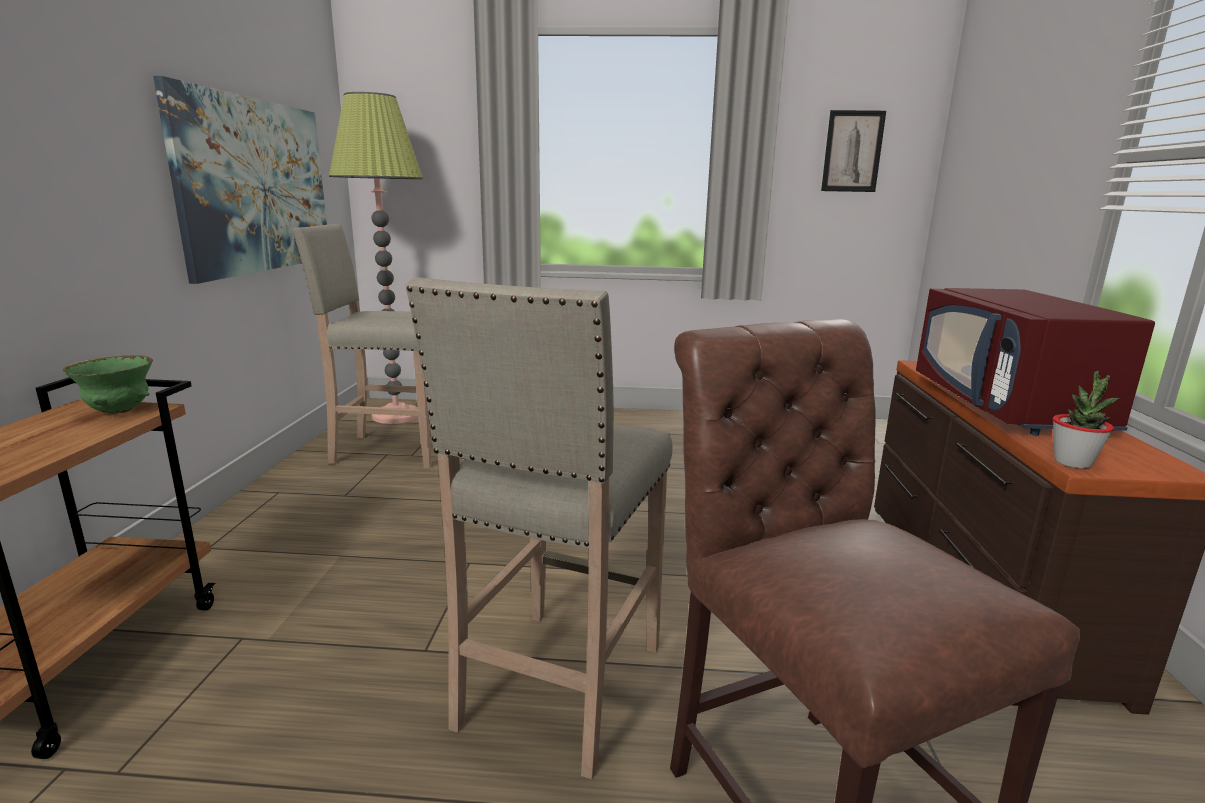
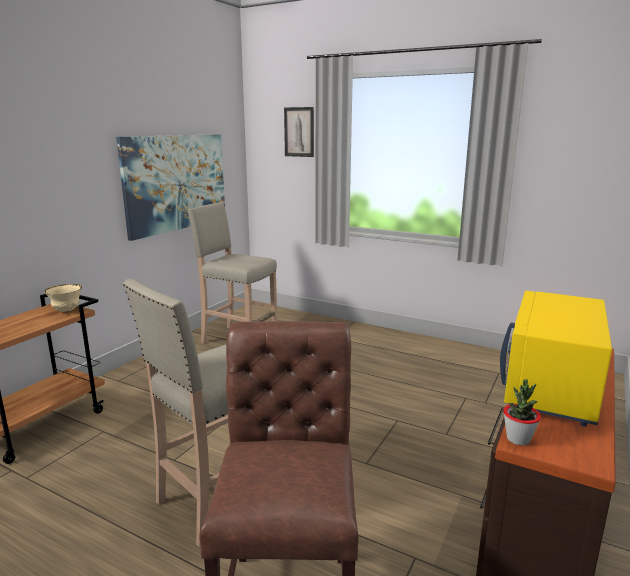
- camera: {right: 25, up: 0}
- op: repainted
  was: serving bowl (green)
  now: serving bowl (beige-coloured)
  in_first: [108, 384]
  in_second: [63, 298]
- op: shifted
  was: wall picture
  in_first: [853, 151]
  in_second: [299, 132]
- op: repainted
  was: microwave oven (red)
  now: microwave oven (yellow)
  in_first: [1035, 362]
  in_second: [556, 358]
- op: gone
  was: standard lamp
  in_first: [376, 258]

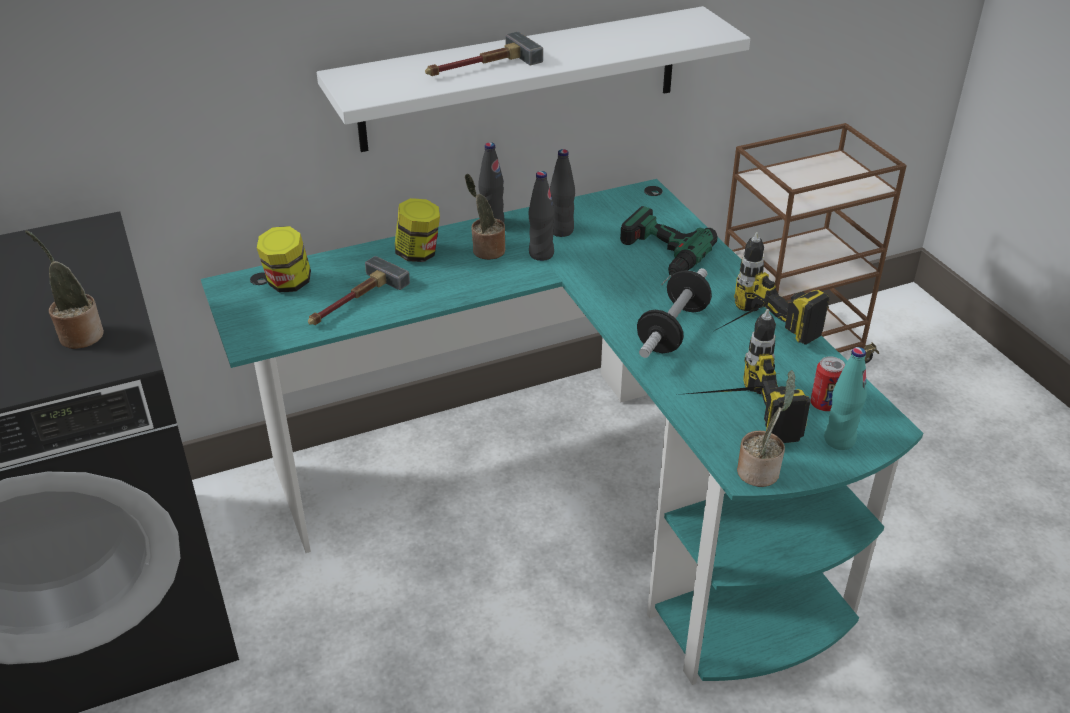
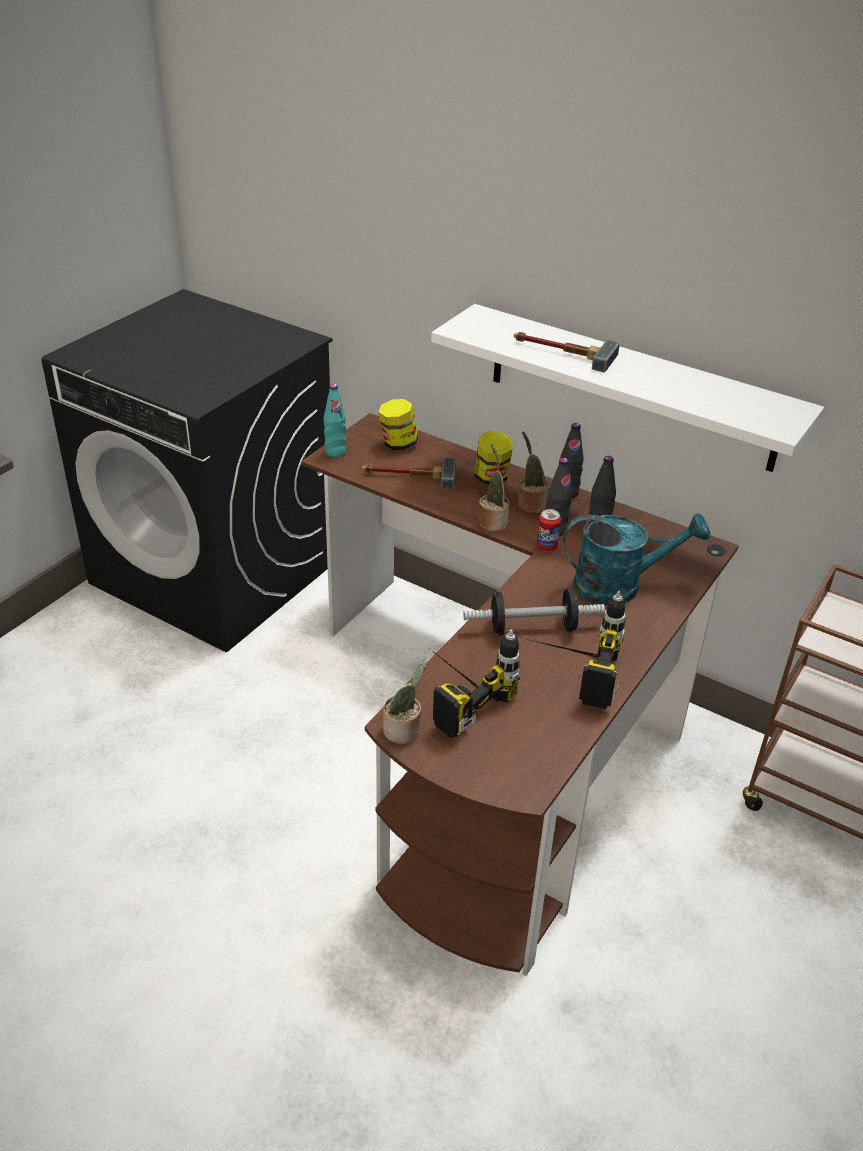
- camera: {right: 55, up: 0}
- op: repainted
  was: desk table (blue-green)
  now: desk table (brown)
  in_first: [562, 432]
  in_second: [520, 694]
- op: shifted
  was: drink bottle (blue-green)
  in_first: [845, 398]
  in_second: [335, 421]
- op: shifted
  was: plant in a pot
  in_first: [64, 289]
  in_second: [494, 488]
- op: shifted
  was: metal can
  in_first: [827, 383]
  in_second: [548, 530]
- op: swapped
  was: electric drill
  now: sprinkling can (blue-green)
  in_first: [669, 245]
  in_second: [636, 559]

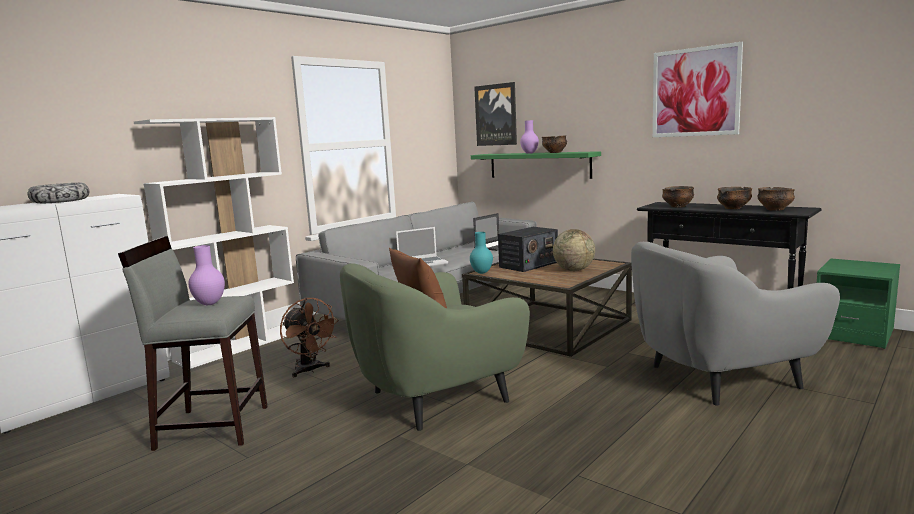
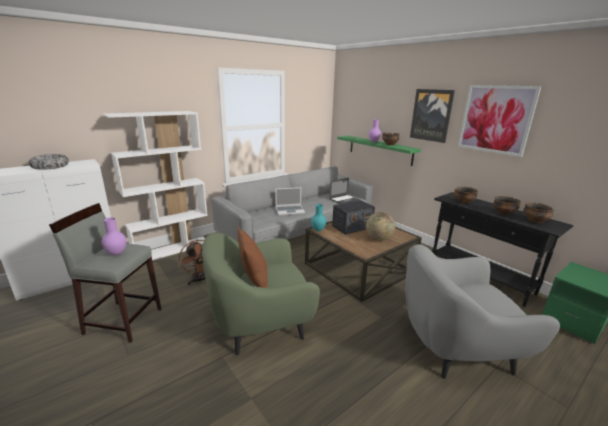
- camera: {right: 10, up: 10}
- op: shifted
  was: wall picture
  in_first: [495, 114]
  in_second: [432, 116]

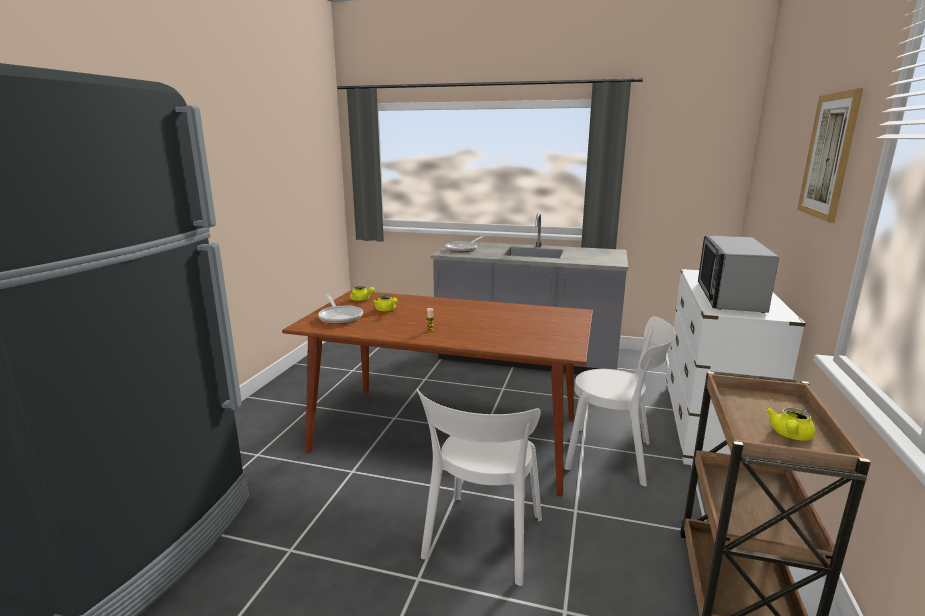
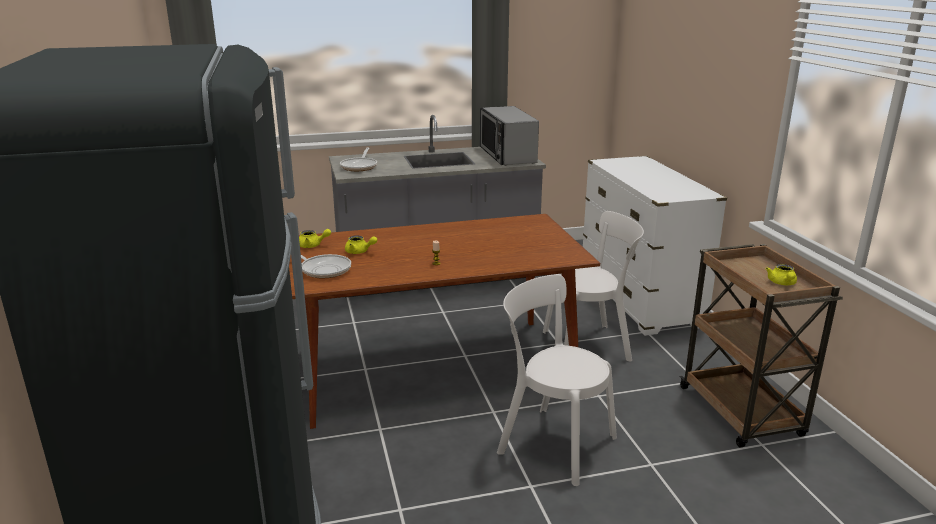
- camera: {right: -30, up: 5}
- op: shifted
  was: microwave oven
  in_first: [738, 274]
  in_second: [509, 136]
- op: rotated
  was: chair (white-coloured)
  in_first: [479, 487]
  in_second: [557, 380]
  clockwise: 135
- op: gone
  was: wall picture
  in_first: [830, 155]

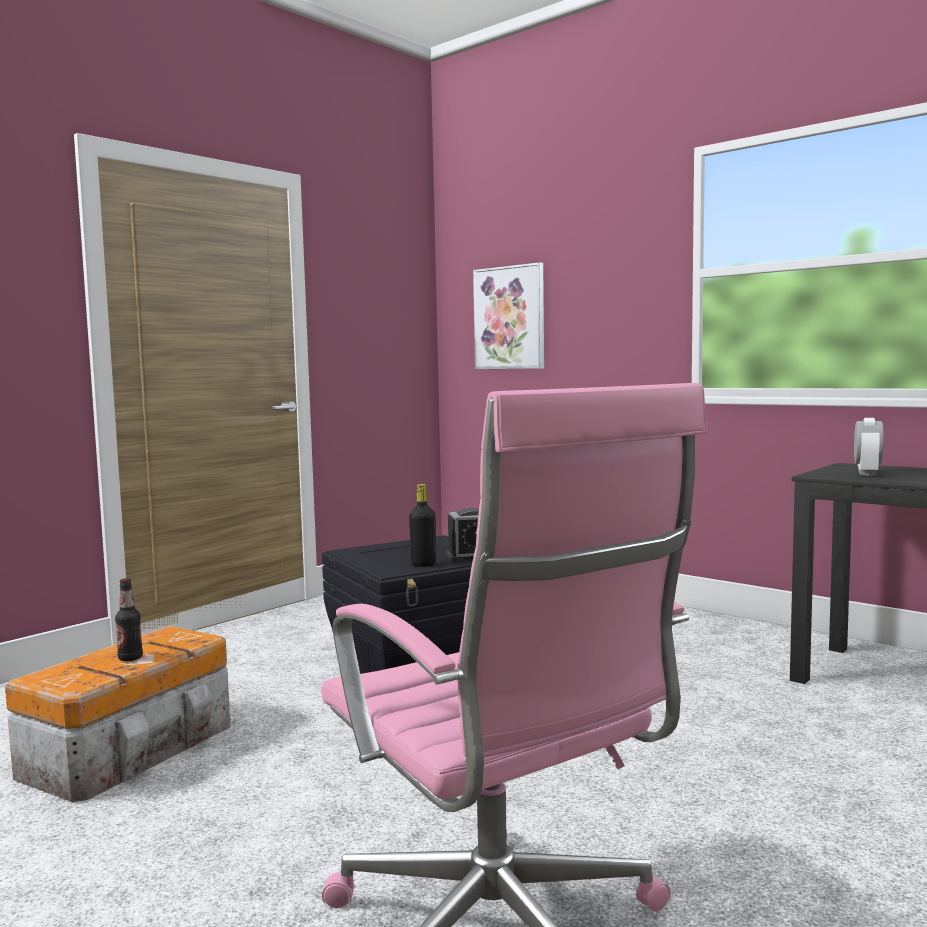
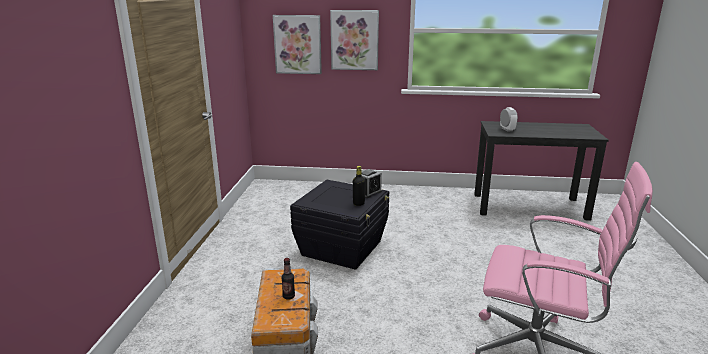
- camera: {right: -35, up: 15}
- op: new
  now: wall picture
  in_second: [354, 40]

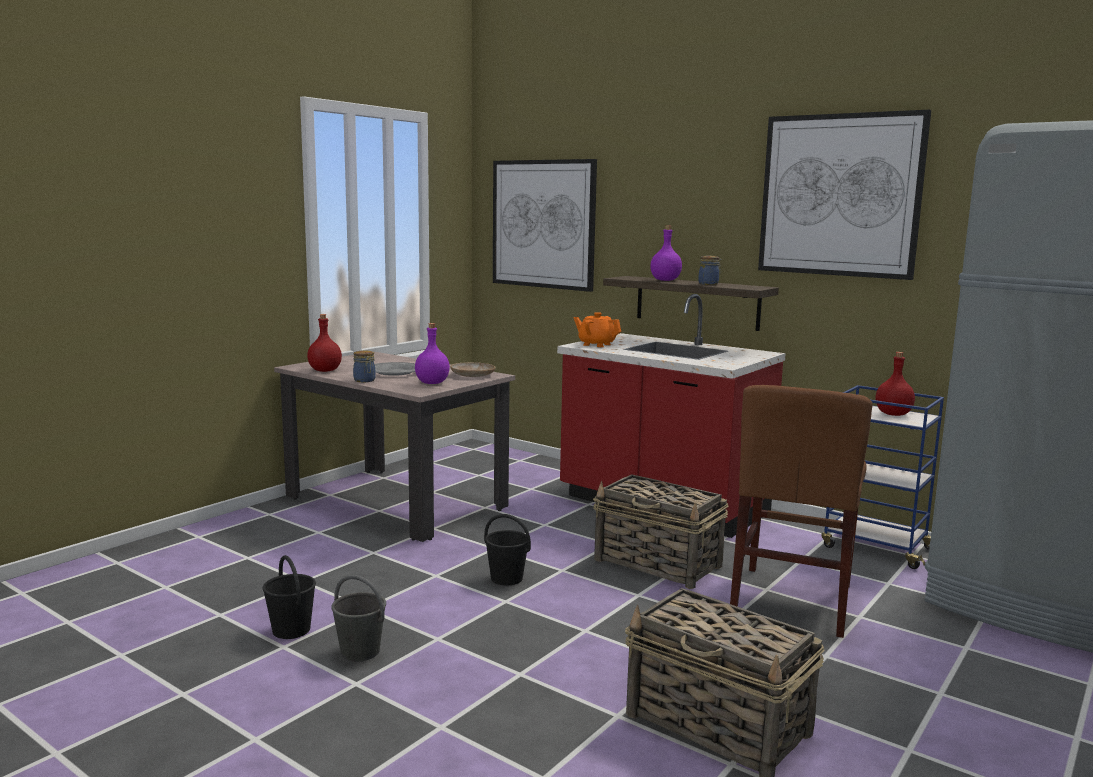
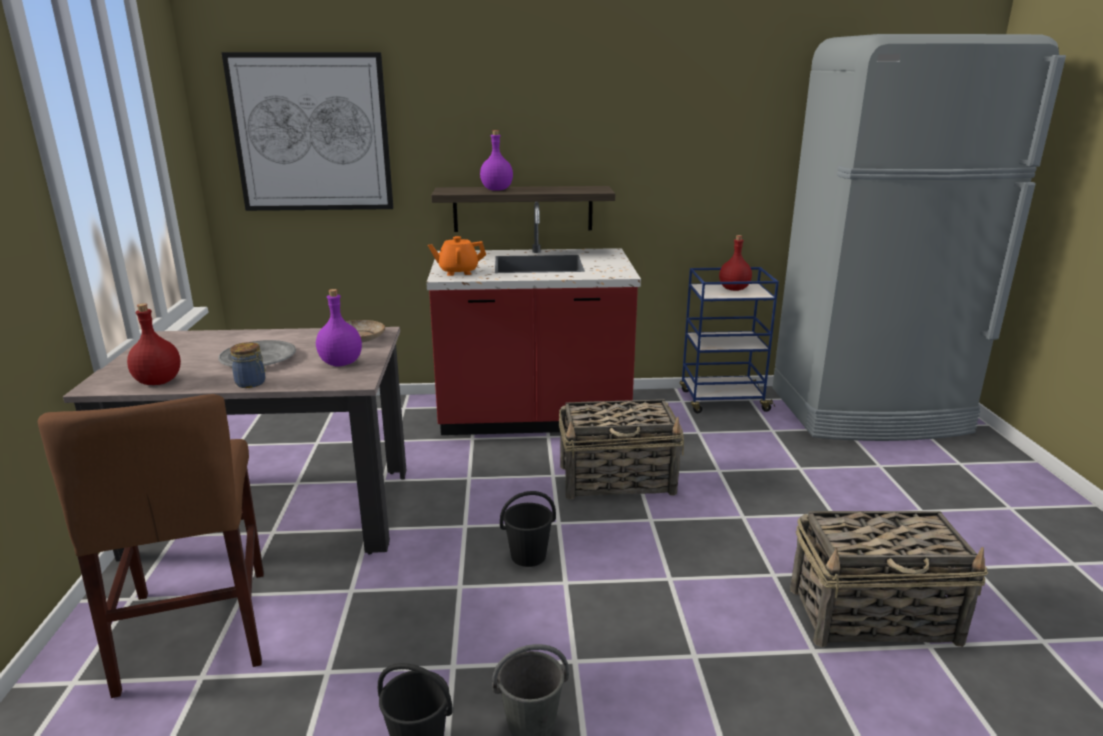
- camera: {right: -40, up: 10}
- op: shifted
  was: chair (brown)
  in_first: [801, 511]
  in_second: [151, 546]
- op: gone
  was: preserve jar
  in_first: [709, 270]
- op: gone
  was: wall picture
  in_first: [844, 194]

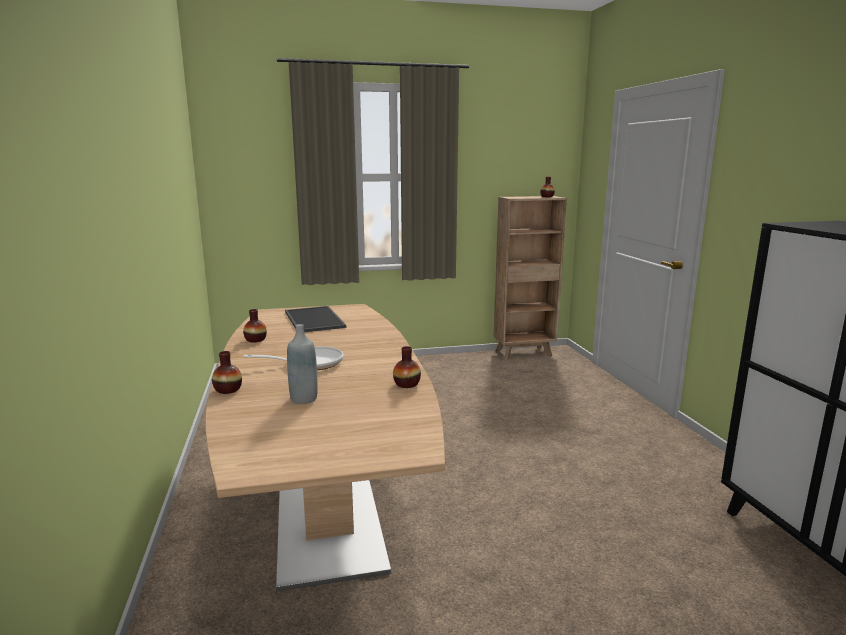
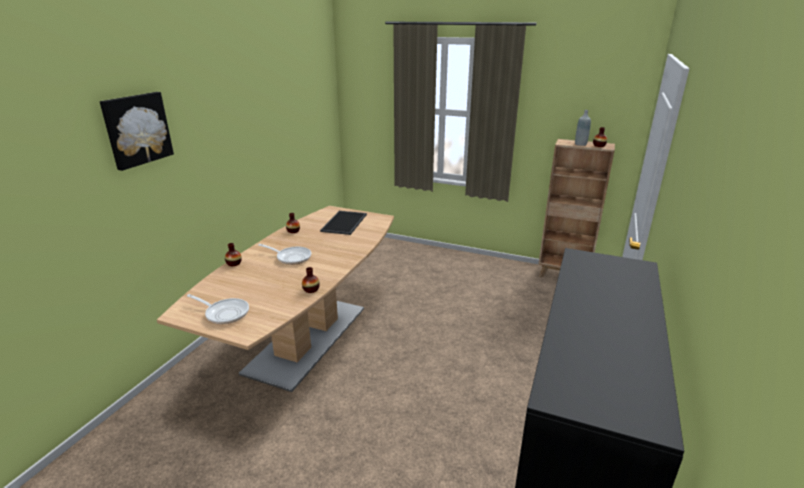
- camera: {right: 35, up: 10}
- op: new
  now: wall picture
  in_second: [137, 131]
- op: new
  now: pan
  in_second: [218, 309]
- op: shifted
  was: drink bottle (greyish)
  in_first: [302, 364]
  in_second: [583, 128]

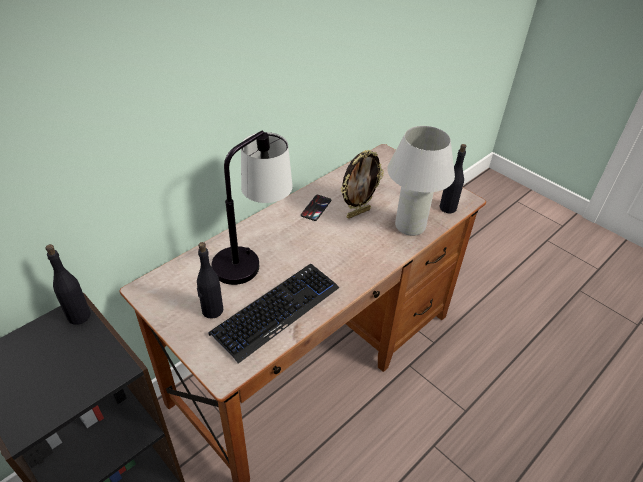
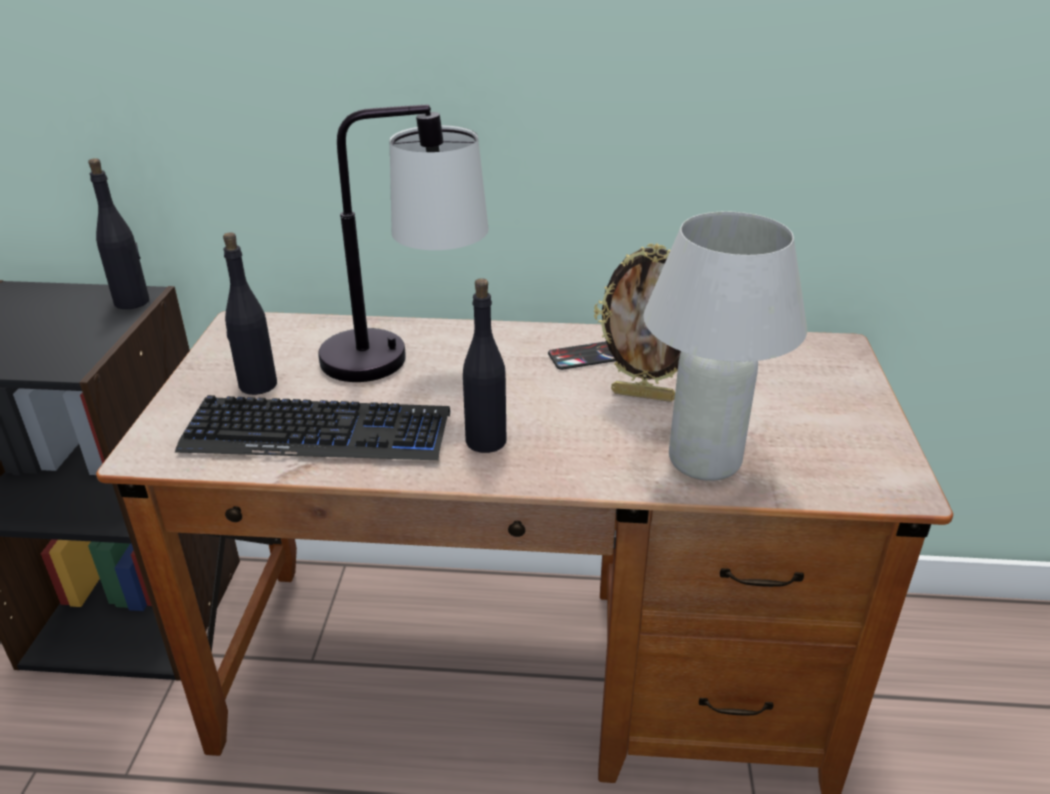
- camera: {right: 50, up: -10}
- op: shifted
  was: drink bottle (blackish)
  in_first: [452, 178]
  in_second: [484, 365]

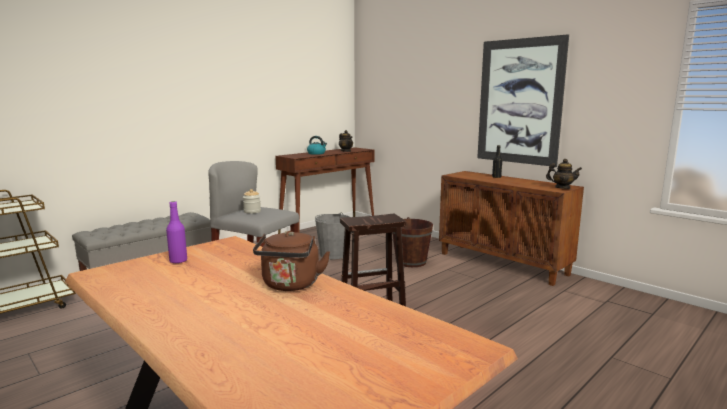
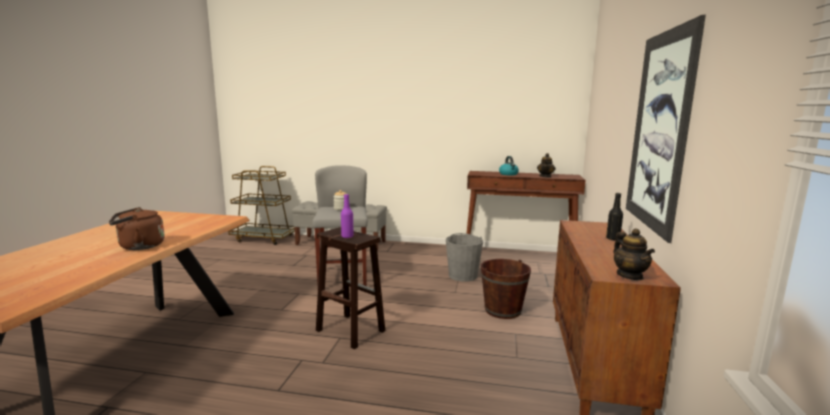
- camera: {right: 55, up: 0}
- op: shifted
  was: drink bottle (purple-coloured)
  in_first: [176, 232]
  in_second: [347, 216]

